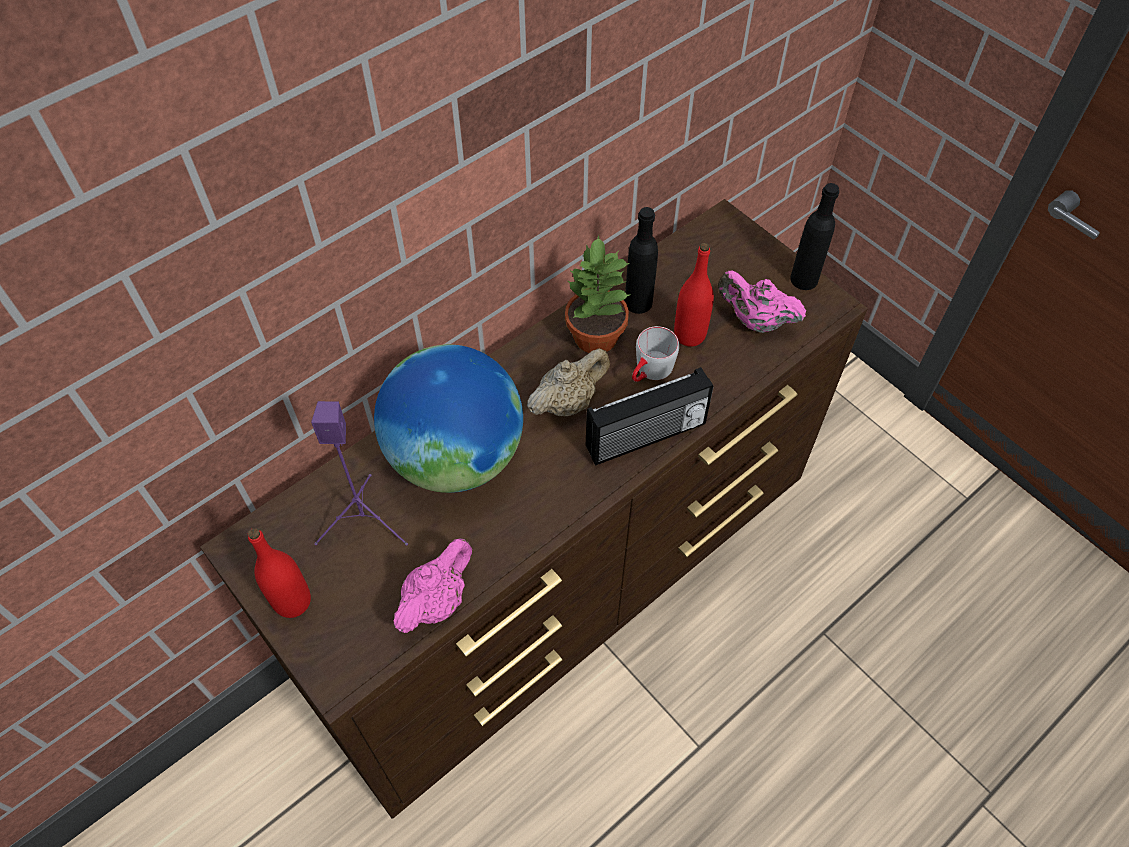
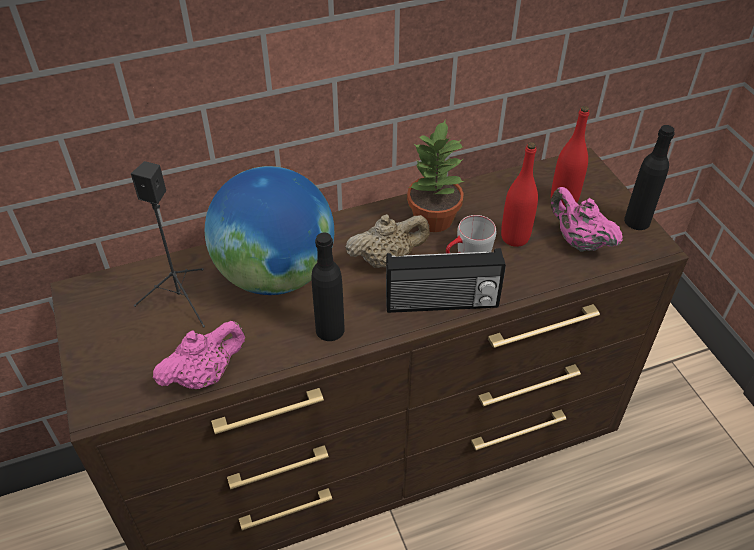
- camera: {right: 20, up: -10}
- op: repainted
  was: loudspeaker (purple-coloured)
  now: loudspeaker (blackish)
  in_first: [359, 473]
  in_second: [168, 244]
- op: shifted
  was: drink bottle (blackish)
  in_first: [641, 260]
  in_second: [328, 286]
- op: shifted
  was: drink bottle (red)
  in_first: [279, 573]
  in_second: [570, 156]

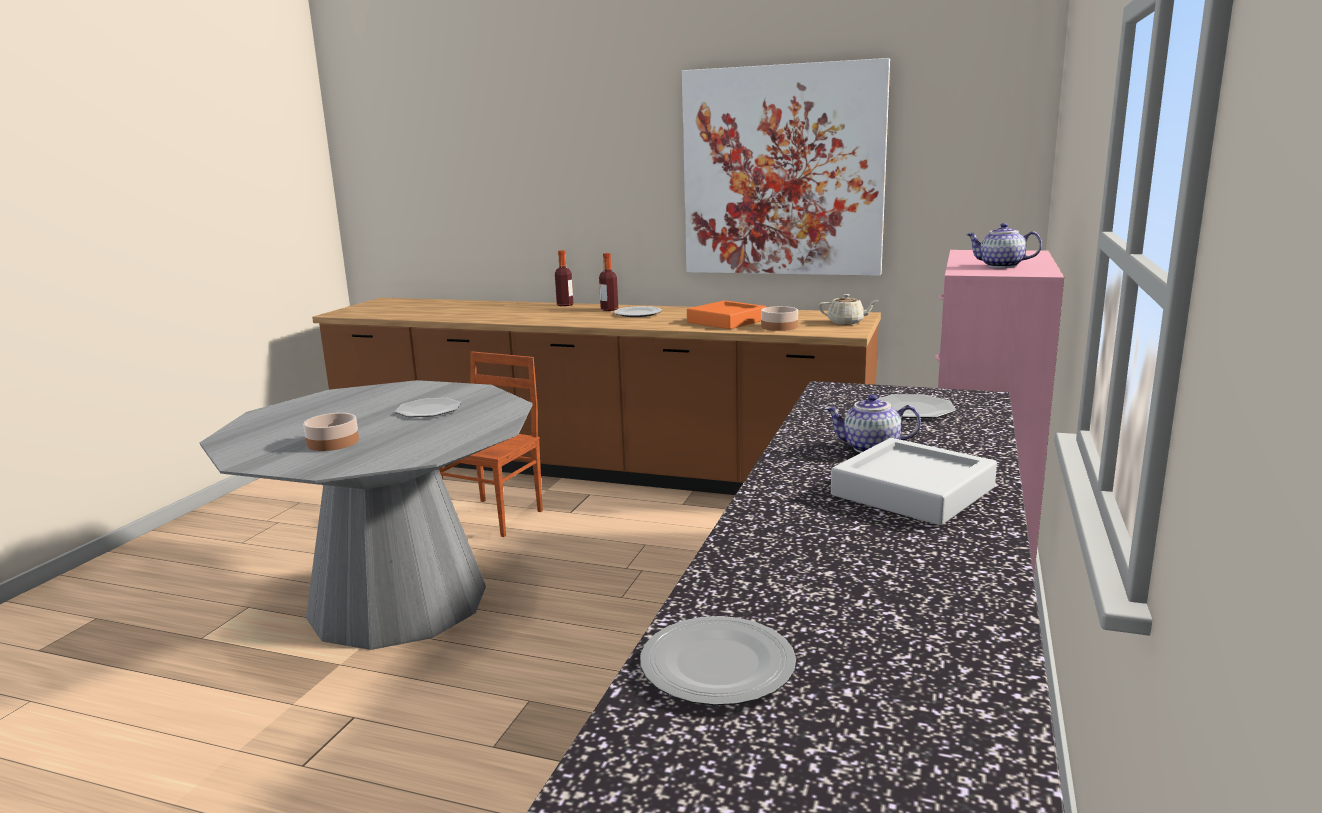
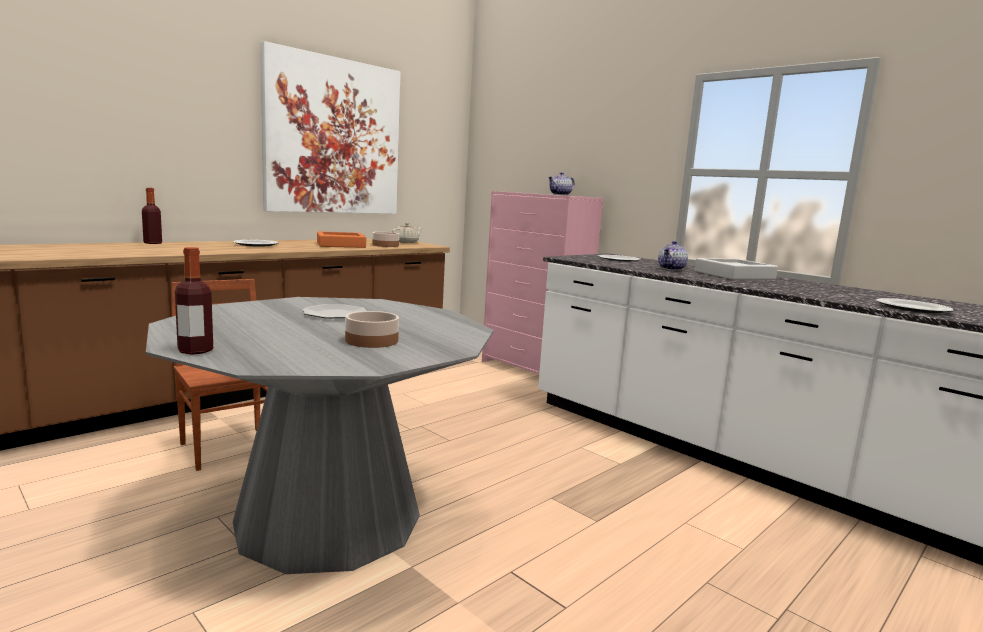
- camera: {right: -65, up: -5}
- op: shifted
  was: drink bottle
  in_first: [608, 282]
  in_second: [194, 301]

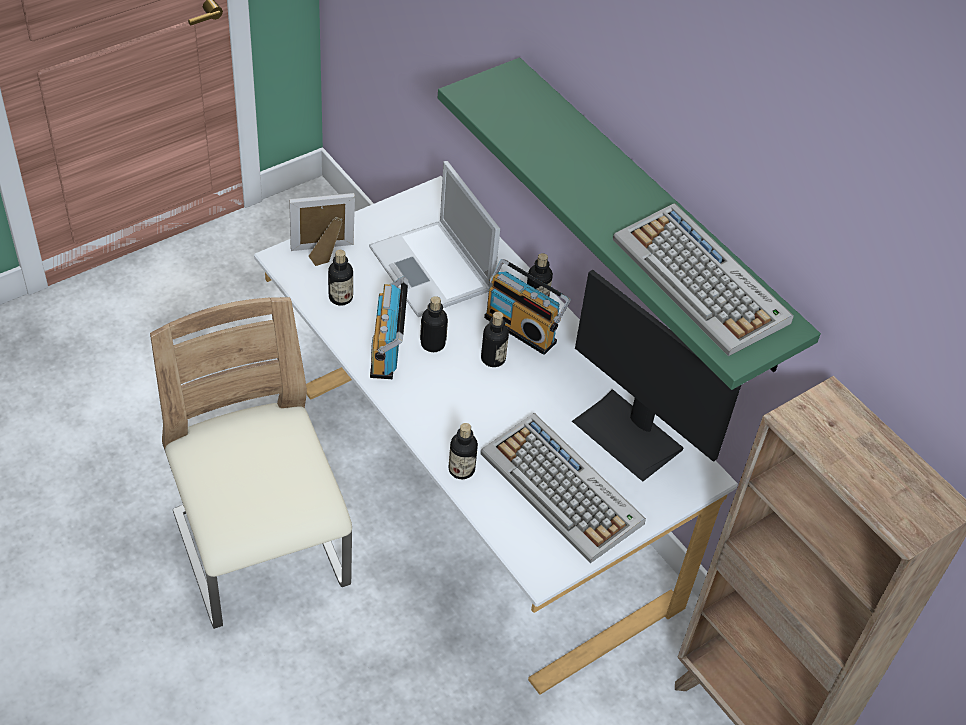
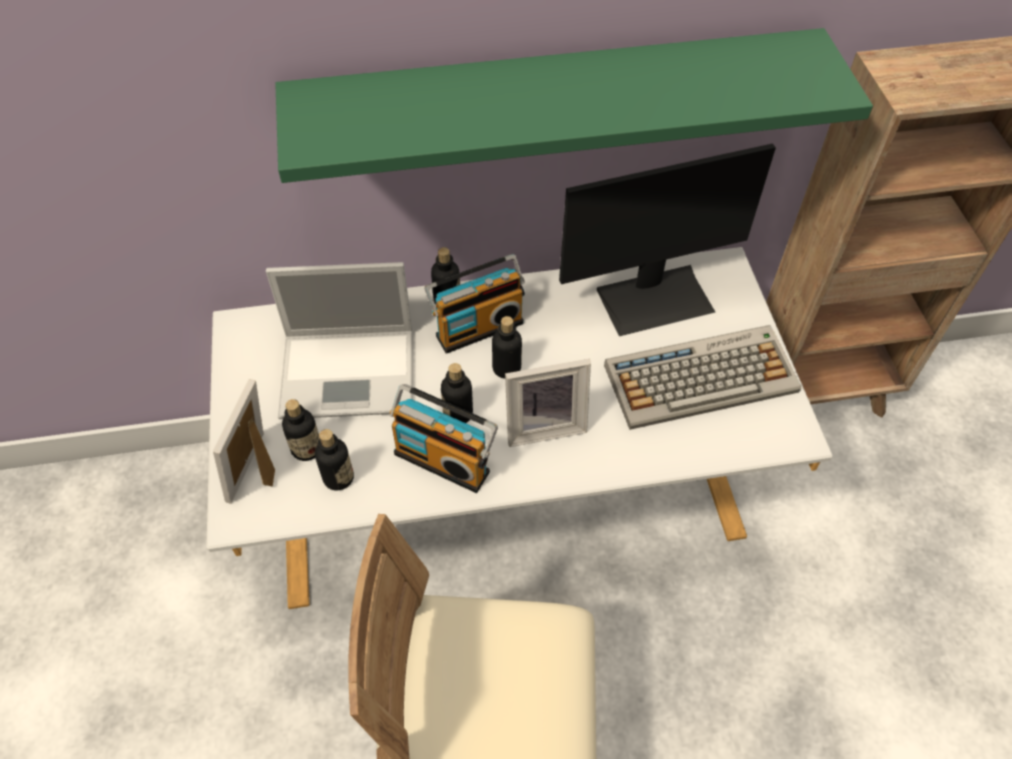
- camera: {right: -60, up: 5}
- op: shifted
  was: drink bottle
  in_first: [463, 451]
  in_second: [300, 430]
- op: new
  now: picture frame
  in_second: [548, 403]
- op: gone
  was: PC keyboard
  in_first: [703, 279]

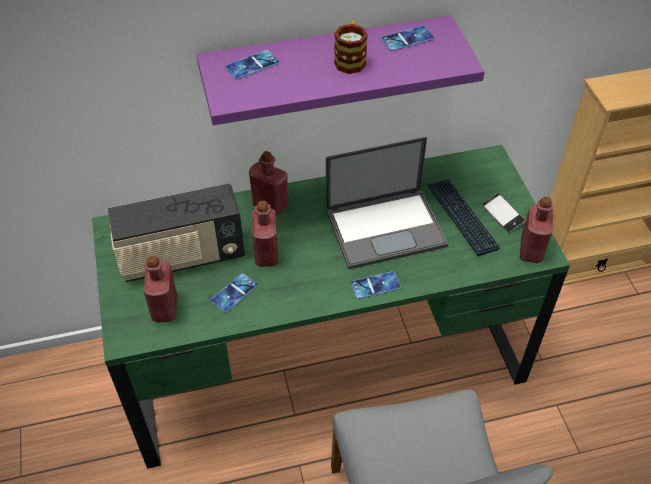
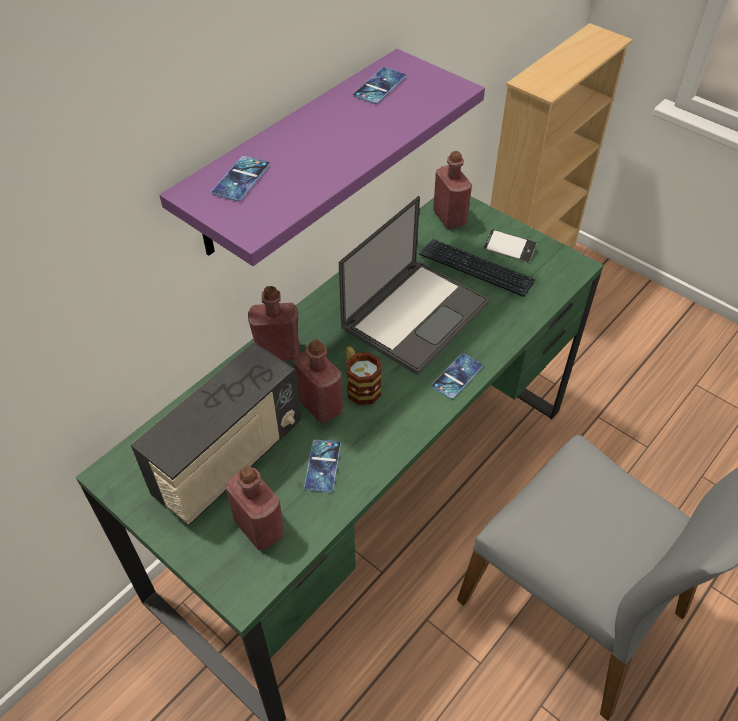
- camera: {right: -35, up: 0}
- op: shifted
  was: mug
  in_first: [351, 47]
  in_second: [363, 375]
- op: shifted
  was: drink bottle (red)
  in_first: [536, 230]
  in_second: [452, 190]

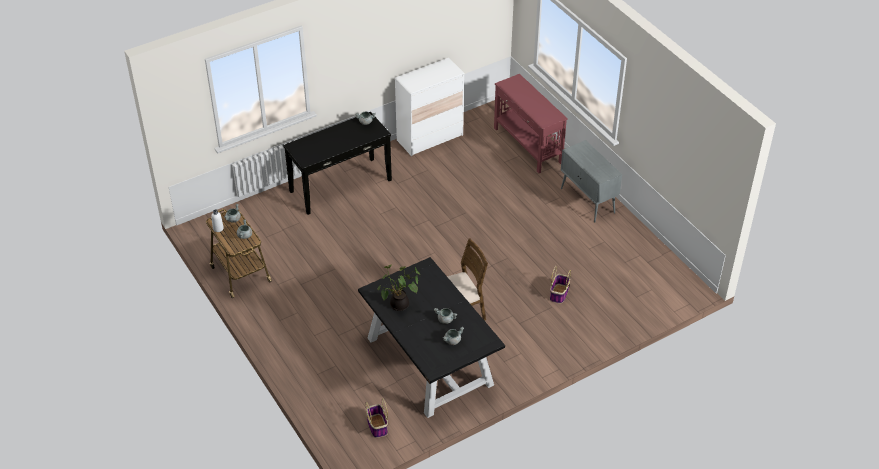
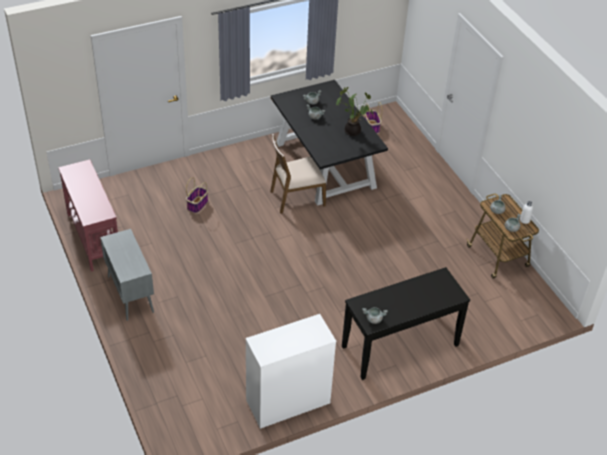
- camera: {right: -175, up: 0}
- op: shifted
  was: narrow table (red)
  in_first: [531, 123]
  in_second: [88, 215]

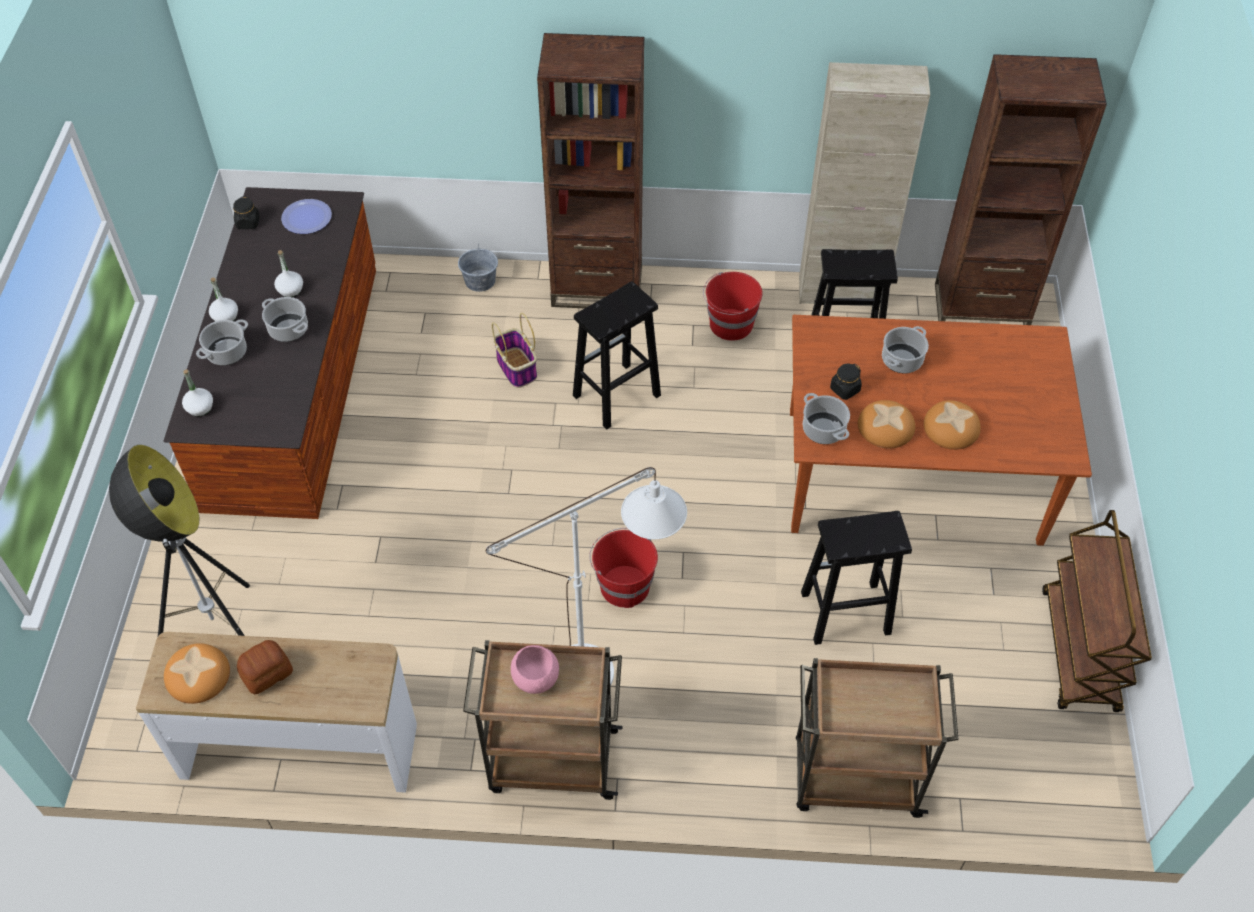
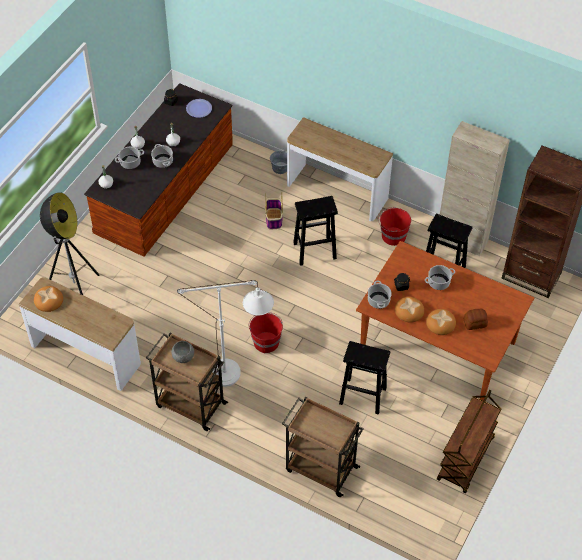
- camera: {right: 25, up: 0}
- op: repainted
  was: serving bowl (pinkish)
  now: serving bowl (greyish)
  in_first: [535, 669]
  in_second: [182, 352]
- op: swapped
  was: bookcase (brown)
  now: narrow table
  in_first: [590, 170]
  in_second: [340, 169]
- op: shifted
  was: bread
  in_first: [265, 667]
  in_second: [476, 319]

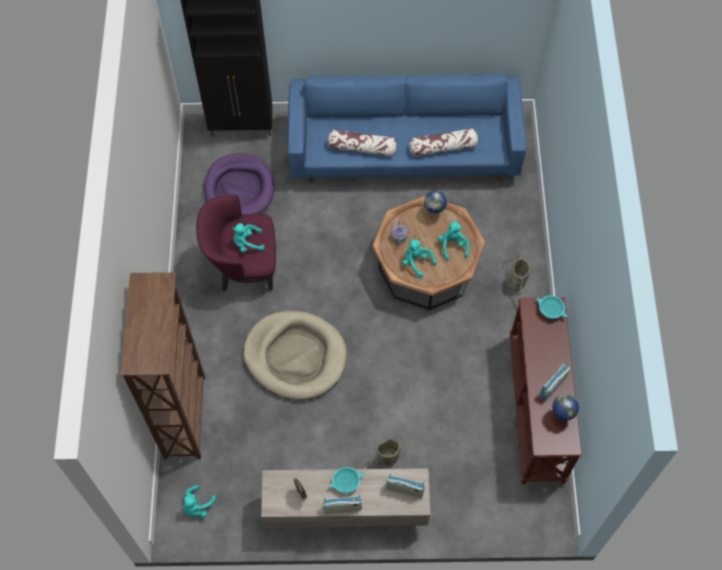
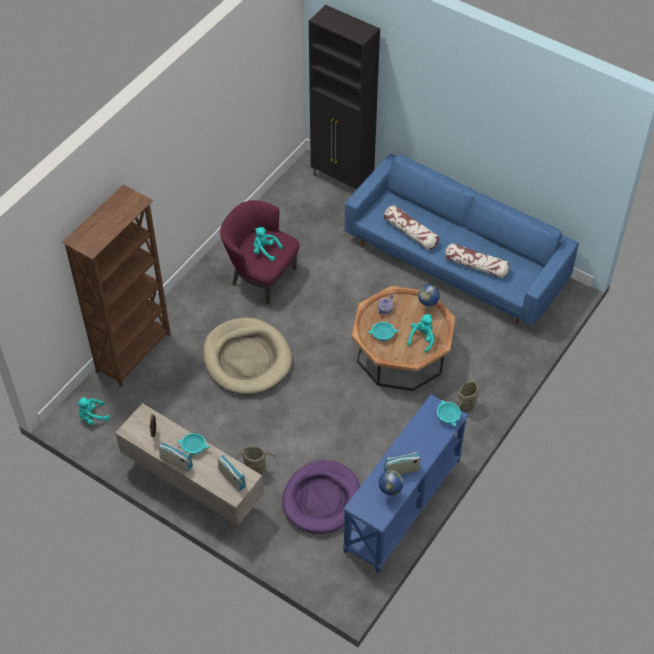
- camera: {right: 35, up: -10}
- op: shifted
  was: dog cushion (purple-coloured)
  in_first: [239, 183]
  in_second: [321, 497]
- op: repainted
  was: narrow table (brown)
  now: narrow table (blue-coloured)
  in_first: [546, 391]
  in_second: [405, 483]
- op: swapped
  was: plush toy (blue-green)
  now: serving bowl (blue-green)
  in_first: [419, 258]
  in_second: [383, 331]

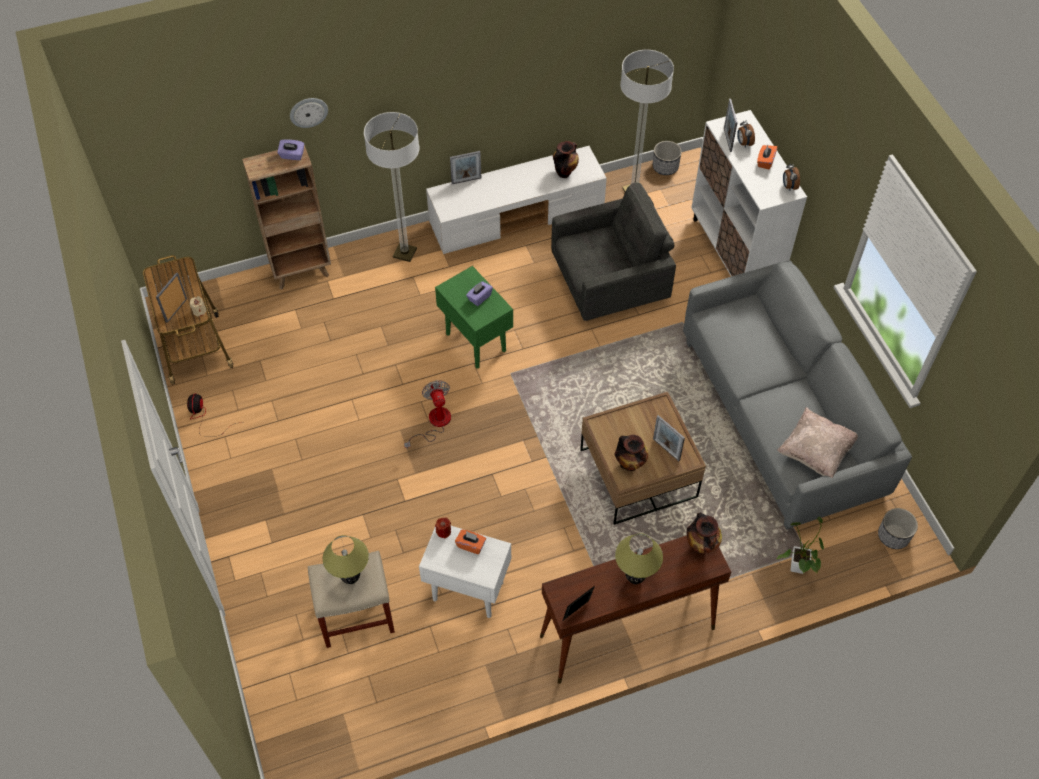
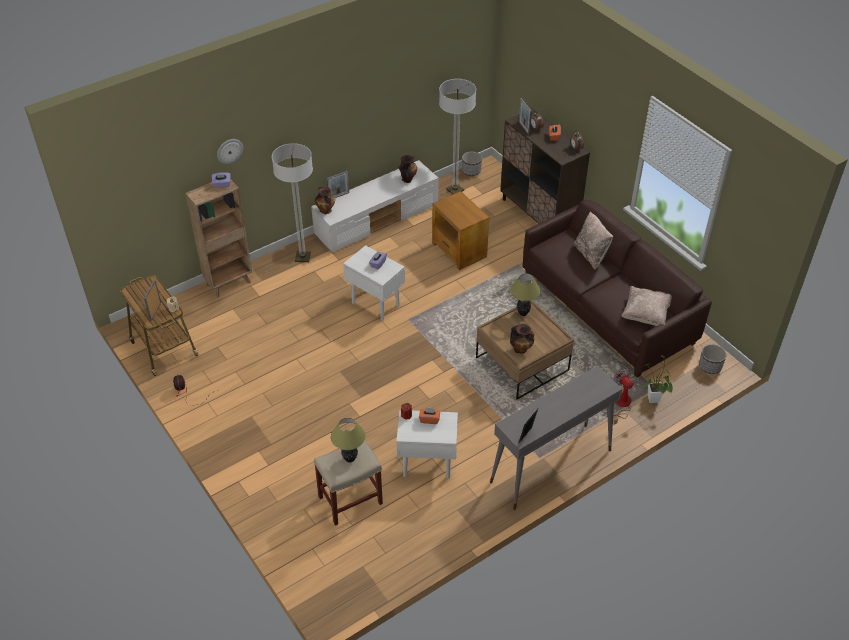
- camera: {right: -15, up: -10}
- op: shifted
  was: decorative vase
  in_first: [704, 533]
  in_second: [325, 200]
- op: repainted
  was: accent table (green)
  now: accent table (white-coloured)
  in_first: [474, 317]
  in_second: [374, 283]
- op: swapped
  was: armchair (greyish)
  now: accent table (brown)
  in_first: [613, 251]
  in_second: [460, 230]
- op: repainted
  was: narrow table (brown)
  now: narrow table (greyish)
  in_first: [635, 609]
  in_second: [556, 438]
- op: repainted
  was: cabinet (white-coloured)
  now: cabinet (brown)
  in_first: [749, 193]
  in_second: [545, 166]
- op: shifted
  was: lamp for a table
  in_first: [639, 558]
  in_second: [525, 294]
- op: repainted
  was: sofa (greyish)
  now: sofa (brown)
  in_first: [797, 395]
  in_second: [617, 289]
- op: new
  now: pillow (beige-coloured)
  in_second: [593, 241]
- op: shifted
  was: electric fan
  in_first: [427, 414]
  in_second: [623, 396]
- op: gone
  was: picture frame
  in_first: [669, 438]

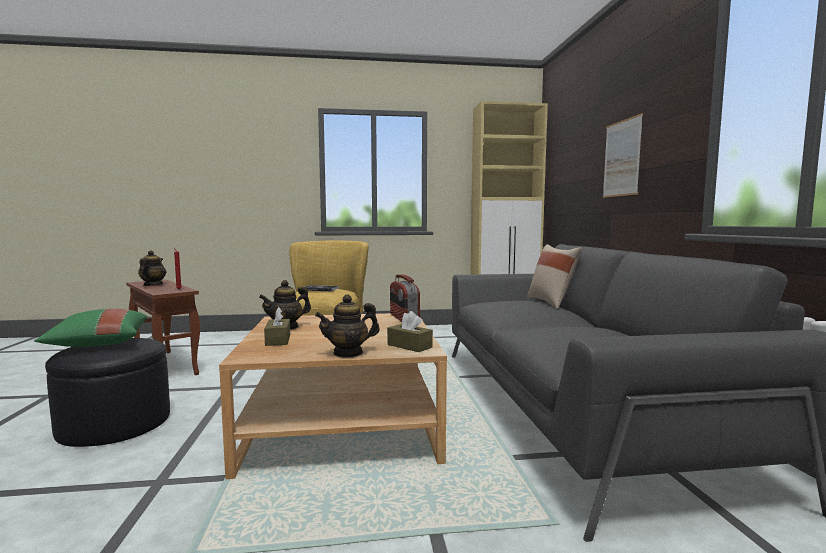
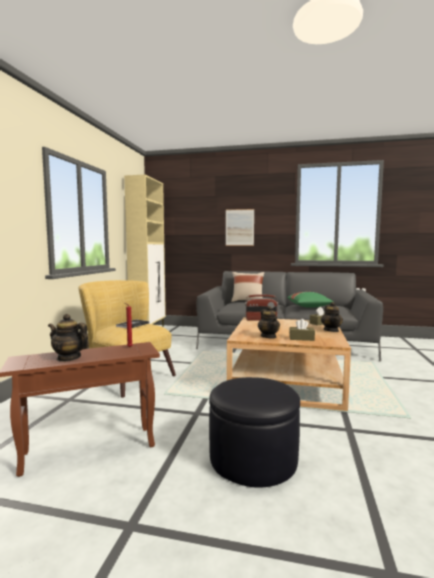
- camera: {right: -70, up: 0}
- op: shifted
  was: pillow (green)
  in_first: [90, 328]
  in_second: [310, 300]

